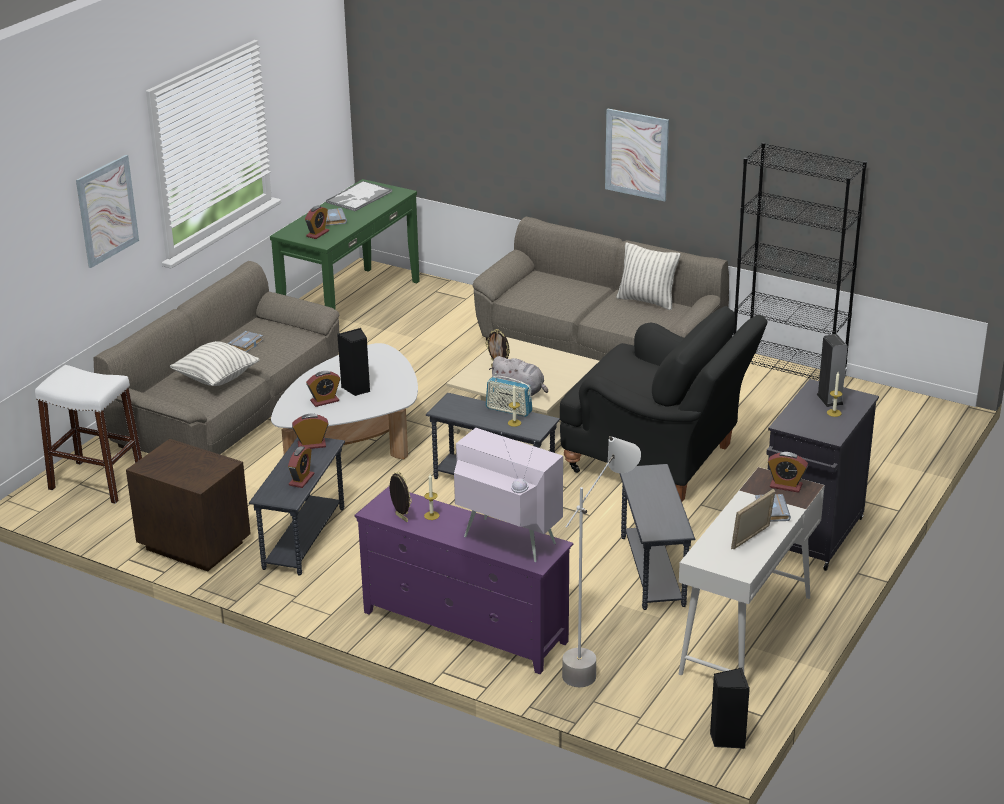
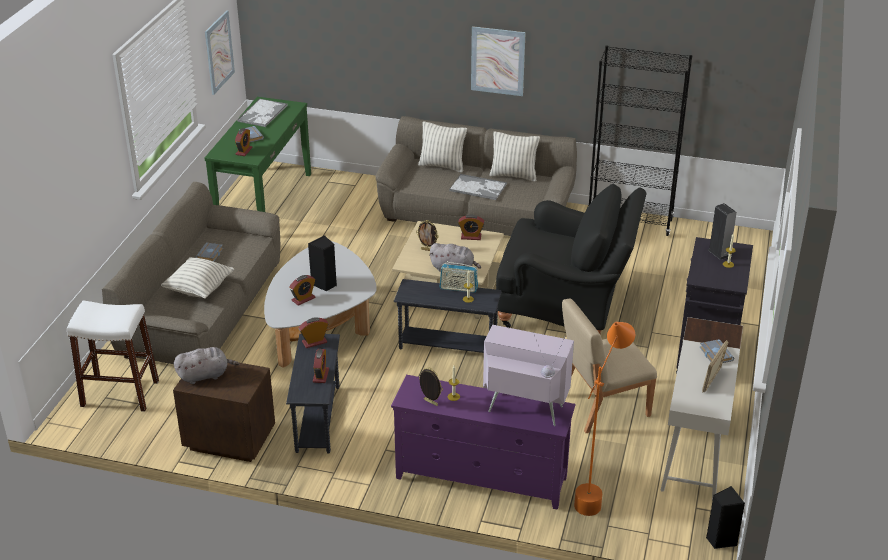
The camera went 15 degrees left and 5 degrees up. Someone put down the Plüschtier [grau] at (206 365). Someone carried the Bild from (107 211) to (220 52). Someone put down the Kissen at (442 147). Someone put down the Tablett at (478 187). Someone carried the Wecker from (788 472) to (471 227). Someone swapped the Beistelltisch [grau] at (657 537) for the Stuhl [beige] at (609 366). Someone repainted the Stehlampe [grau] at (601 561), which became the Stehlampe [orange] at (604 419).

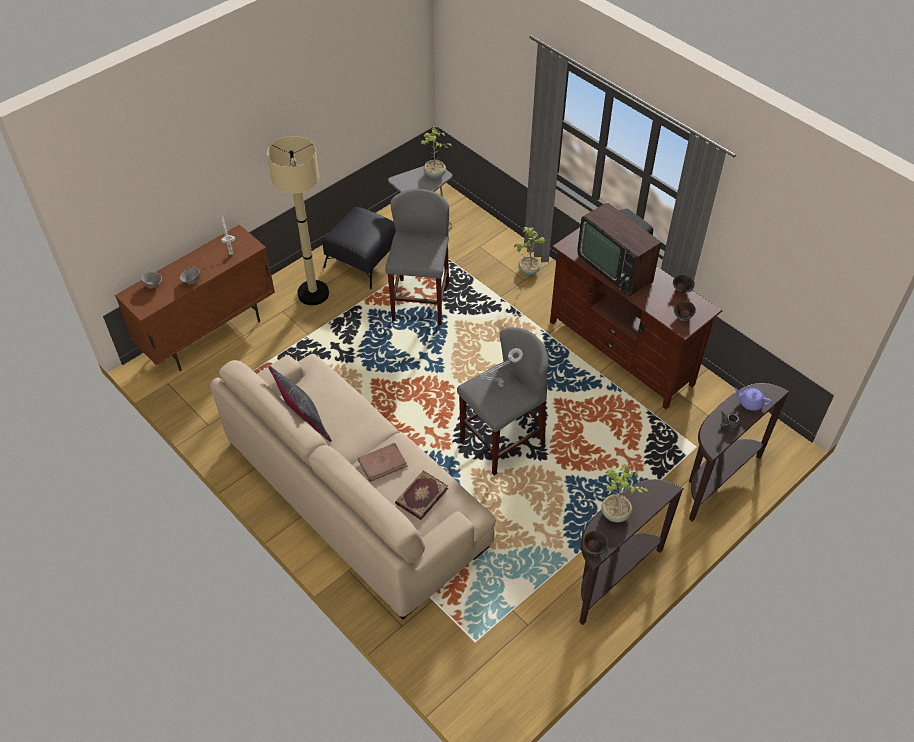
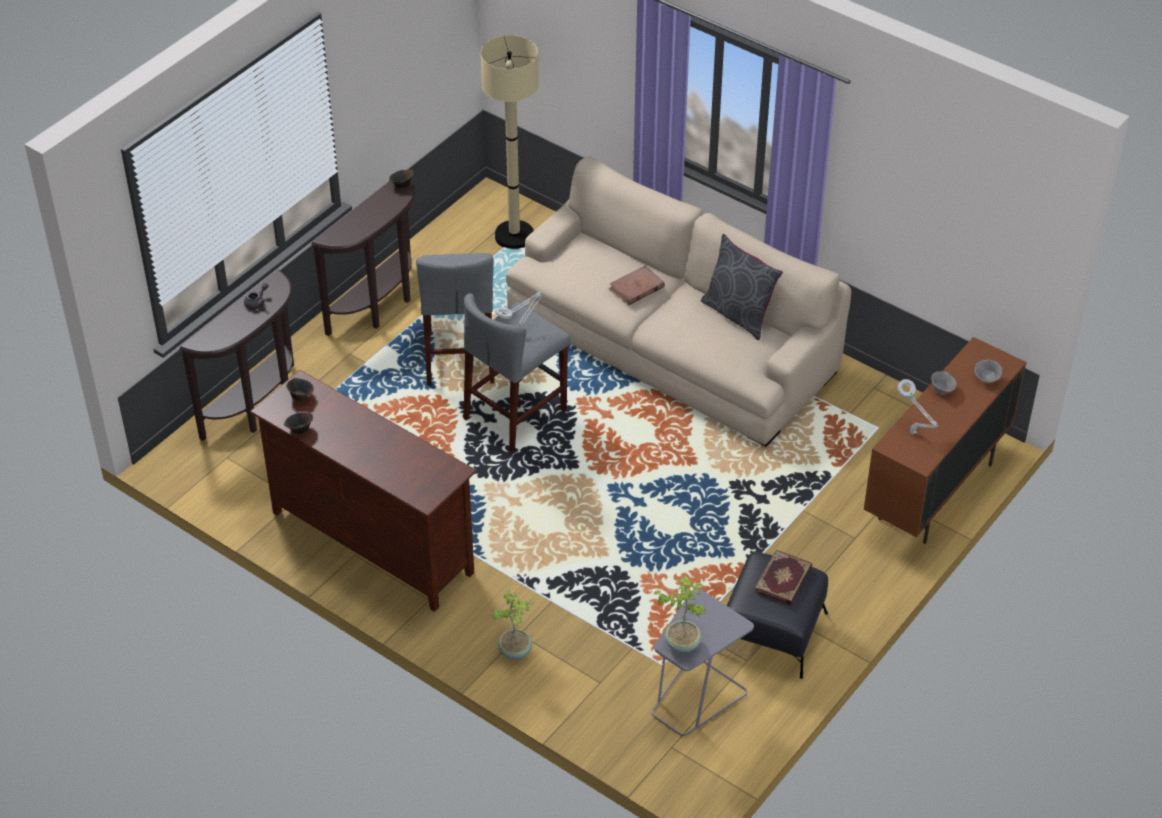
The camera went 170 degrees right and 5 degrees down. Someone carried the Hocker [grau] from (417 257) to (455 319). Someone carried the Stehlampe [beige] from (298 220) to (510 142). Someone carried the Buch from (421 495) to (783 577). Someone took away the Fernseher at (619 250). Someone took away the Topfpflanze at (625 493). Someone took away the Teekanne [lila] at (752 399).

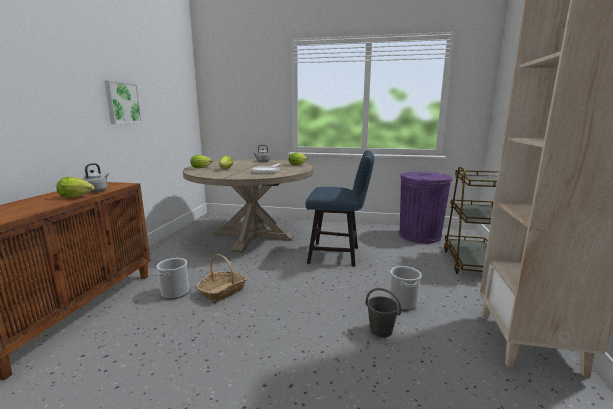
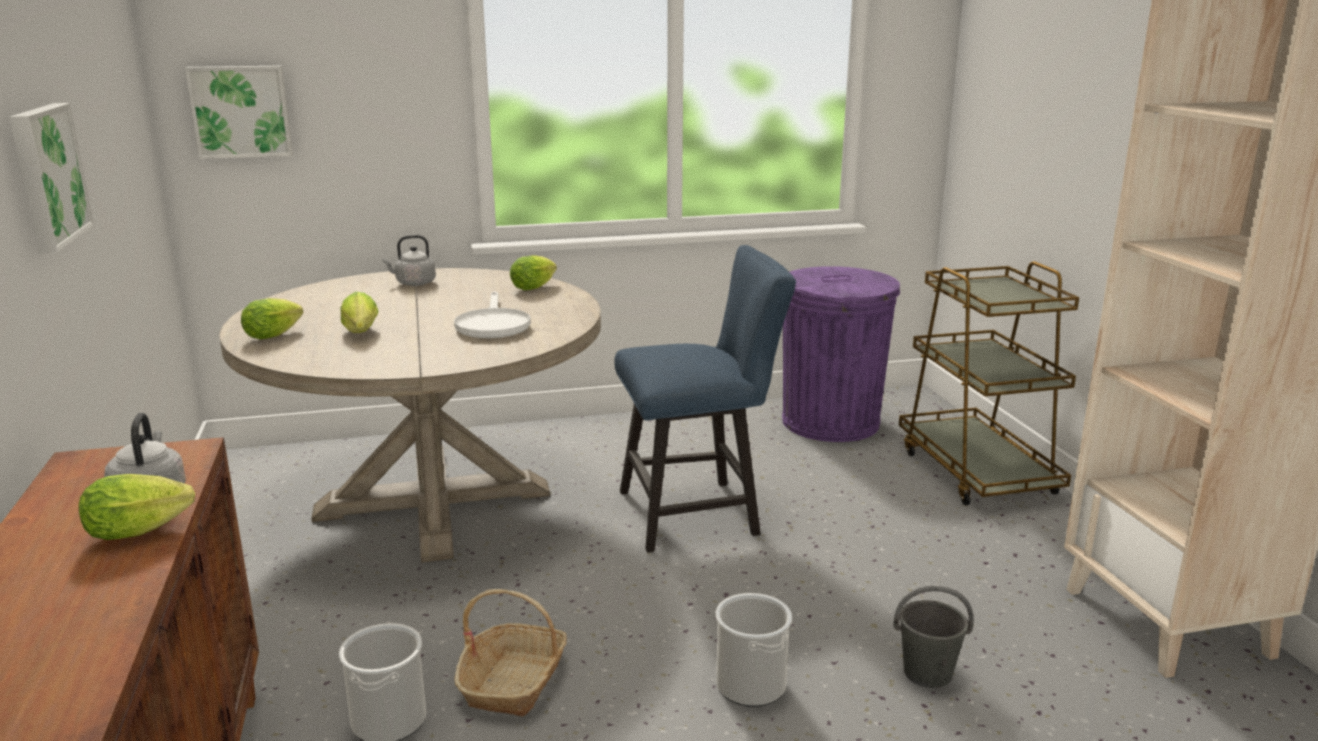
The camera went 25 degrees left and 5 degrees up. Someone put up the Bild at (239 112). Someone carried the Eimer from (405 288) to (754 650).

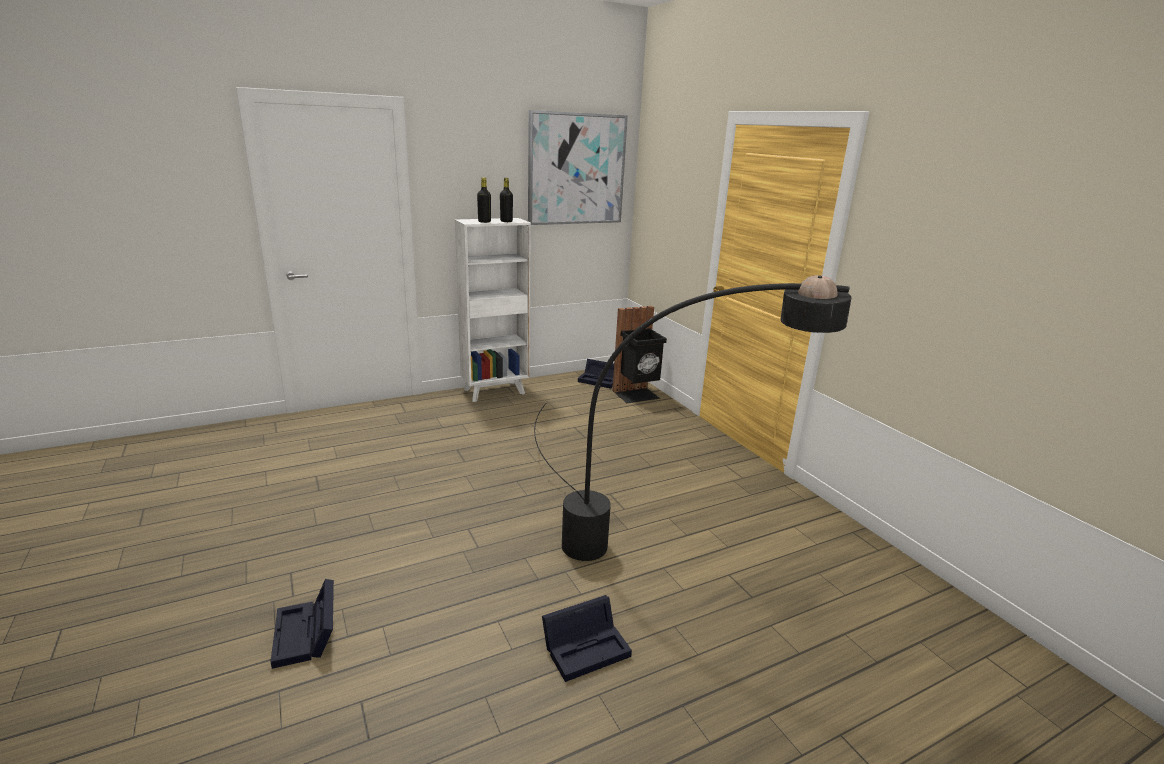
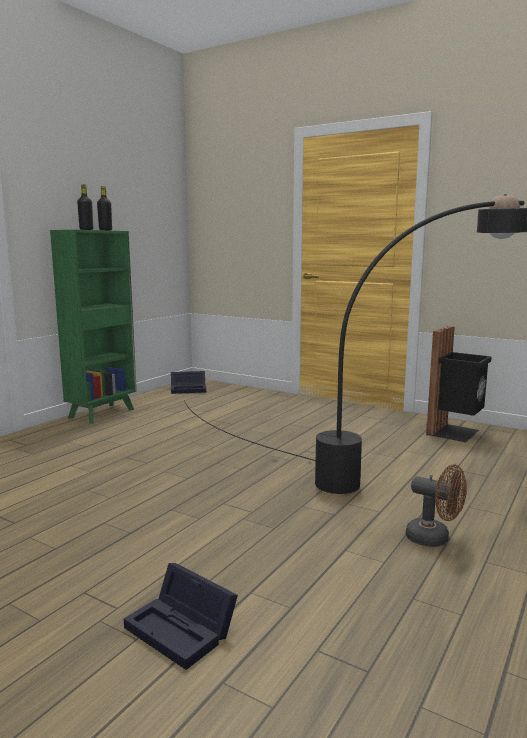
The camera went 30 degrees left and 10 degrees down. Someone repainted the Bücherregal [weiß] at (493 310), which became the Bücherregal [grün] at (93 327). Someone swapped the Aufbewahrungsbox [schwarz] at (587 638) for the Ventilator [braun] at (436 506). Someone carried the Mülleimer [schwarz] from (639 354) to (459 384). Someone took away the Bild at (578 167).

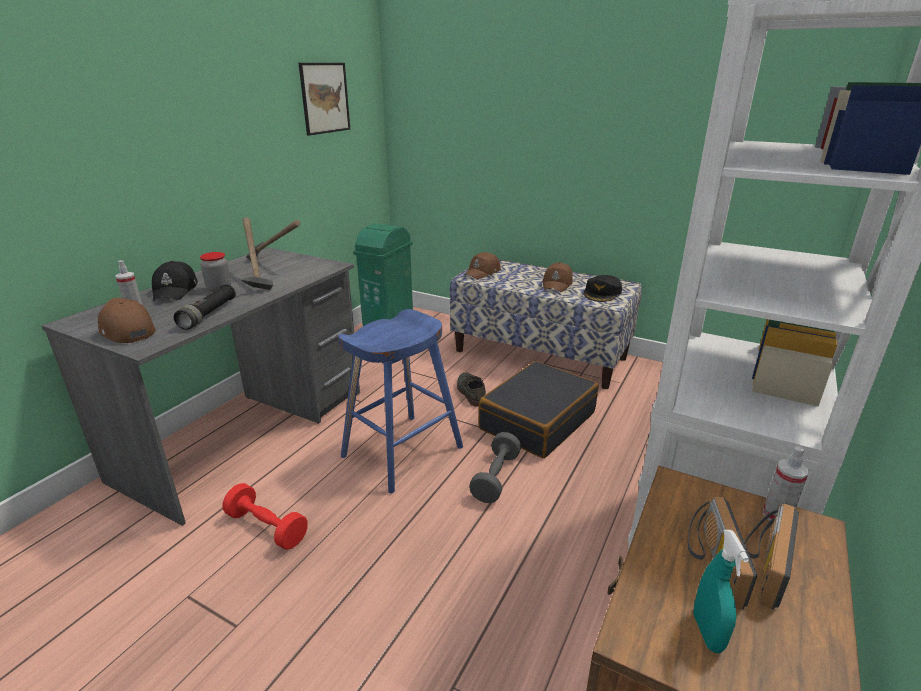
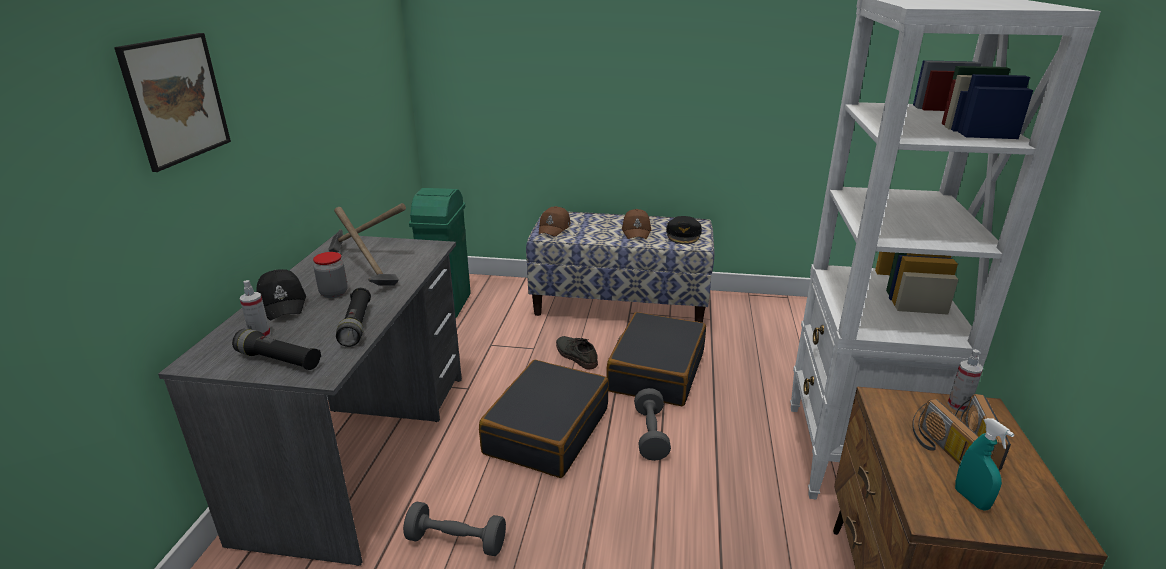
The camera went 20 degrees left and 0 degrees up. Someone carried the Bild from (324 99) to (172 102). Someone swapped the Kappe [braun] at (127 320) for the Taschenlampe [schwarz] at (277 349). Someone repainted the Hantel [rot] at (265 516), which became the Hantel [grau] at (454 529). Someone swapped the Hocker [blau] at (400 401) for the Koffer [schwarz] at (544 419).

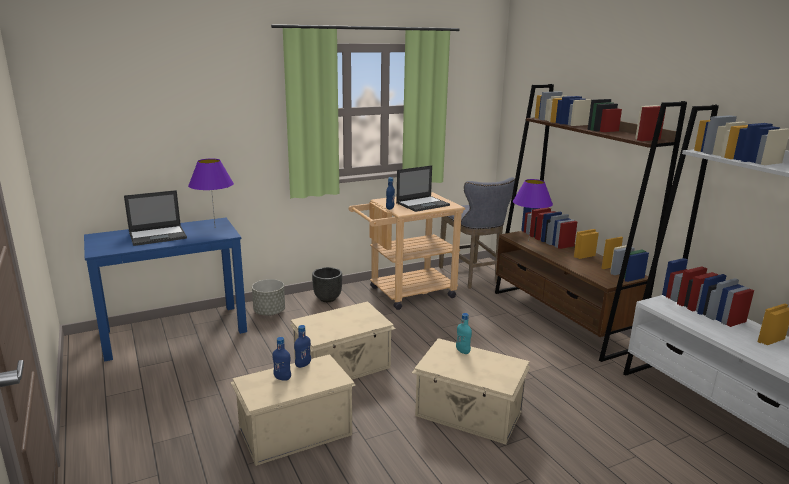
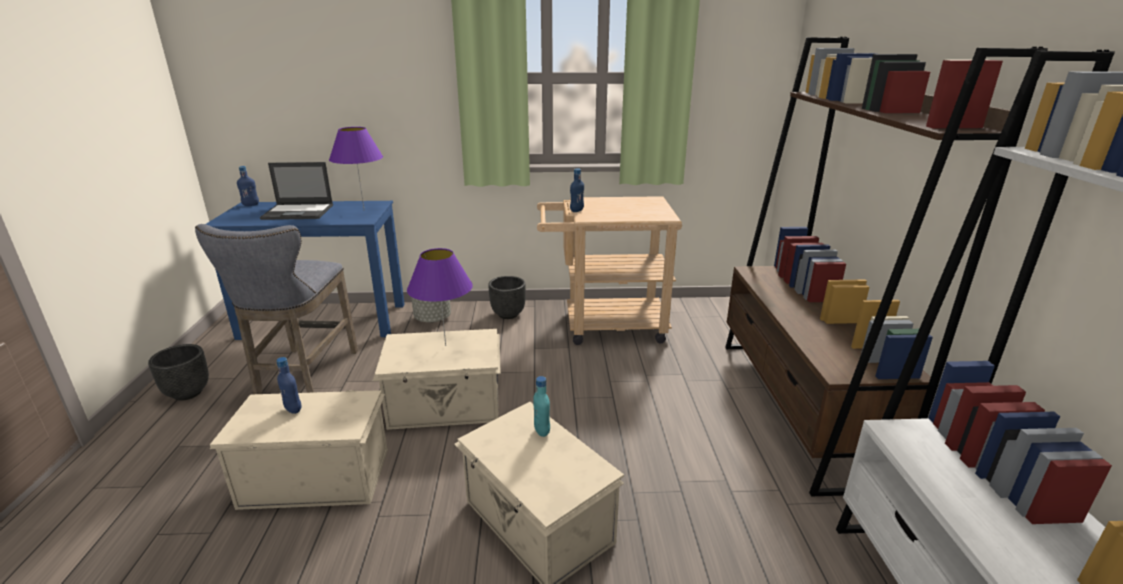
The camera went 25 degrees right and 5 degrees up. Someone put down the Pflanzkübel [schwarz] at (178 372). Someone carried the Hocker [grau] from (477 232) to (276 309). Someone carried the Flasche [blau] from (302 346) to (248 186). Someone carried the Tischlampe [lila] from (533 207) to (440 297). Someone took away the Laptop at (423 188).

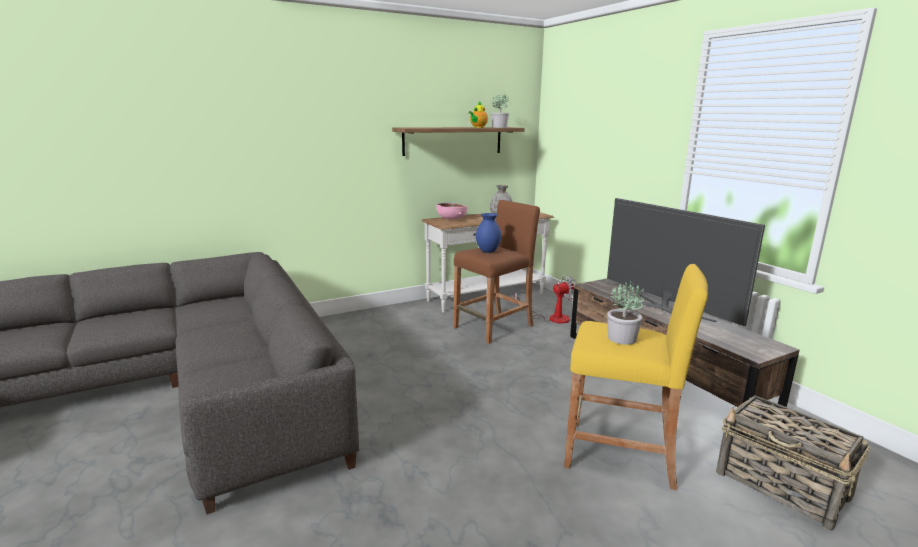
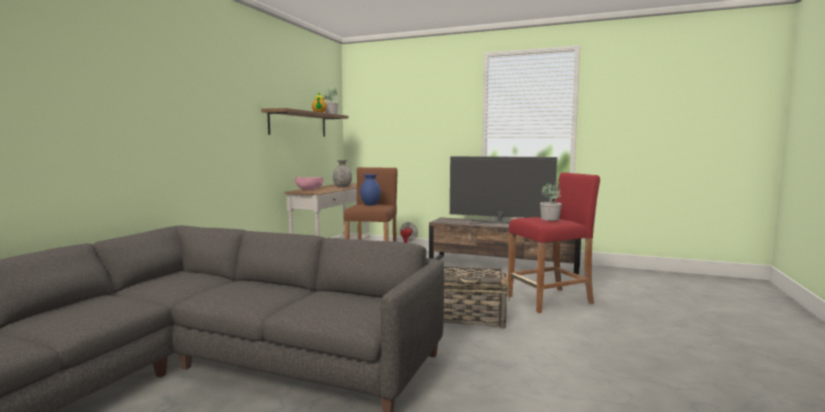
The camera went 40 degrees left and 10 degrees down. Someone carried the Korb from (793 463) to (477 297). Someone repainted the Hocker [gelb] at (636 377), which became the Hocker [rot] at (553 242).

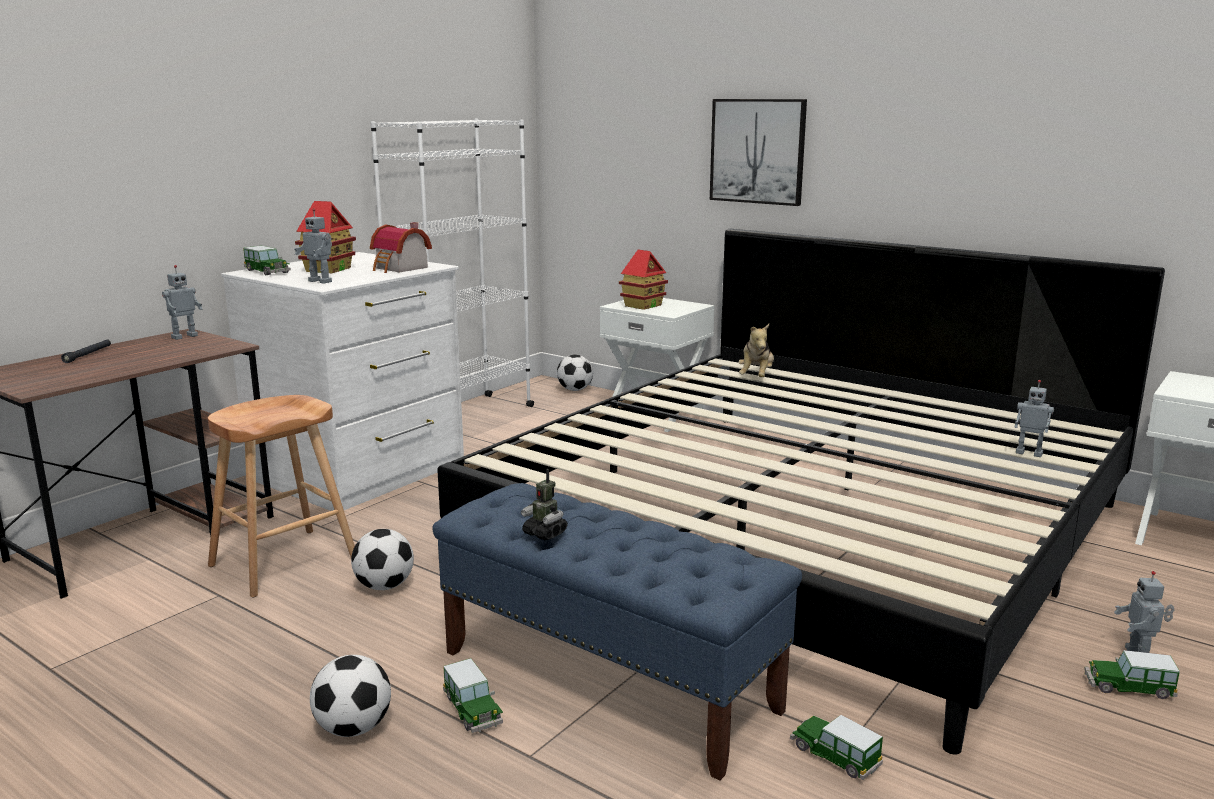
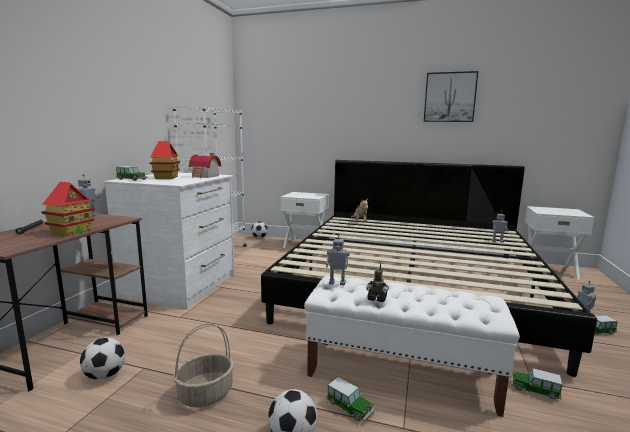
The camera went 20 degrees left and 5 degrees down. Someone carried the Spielzeughaus from (643 280) to (68 209). Someone carried the Fußball from (382 559) to (102 358). Someone put down the Korb at (203 365). Someone repainted the Bank [blau] at (617 632), which became the Bank [weiß] at (412 346). Someone carried the Spielzeugroboter from (313 245) to (338 259). Someone carried the Bild from (758 152) to (451 96). Someone took away the Hocker [braun] at (281 496).

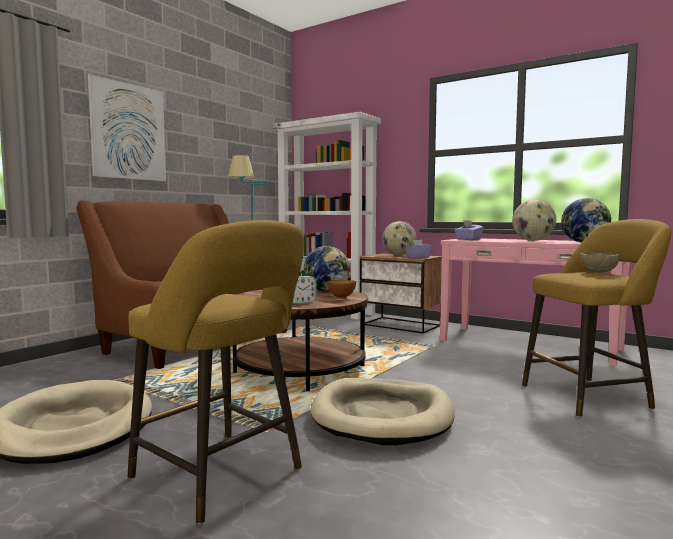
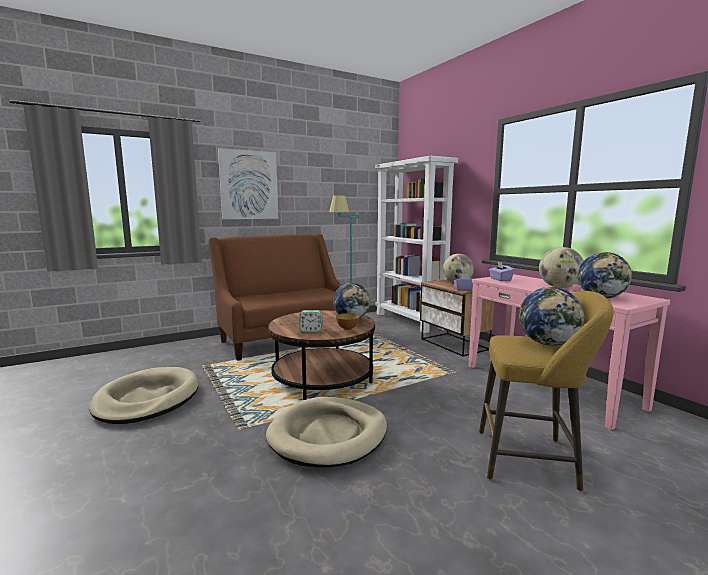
The camera went 25 degrees right and 5 degrees up. Someone swapped the Schüssel [beige] at (600 263) for the Globus at (552 316). Someone took away the Hocker [gelb] at (216 372).

